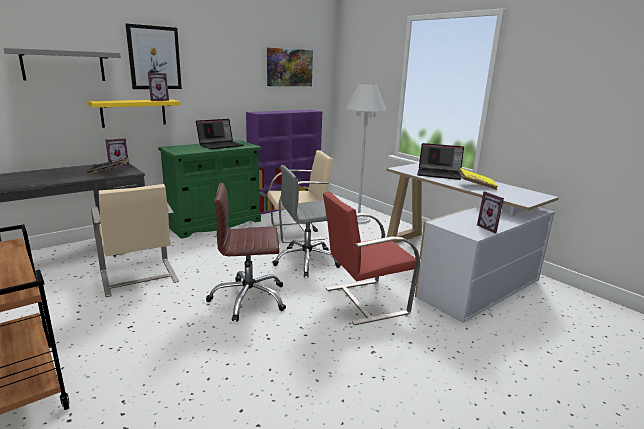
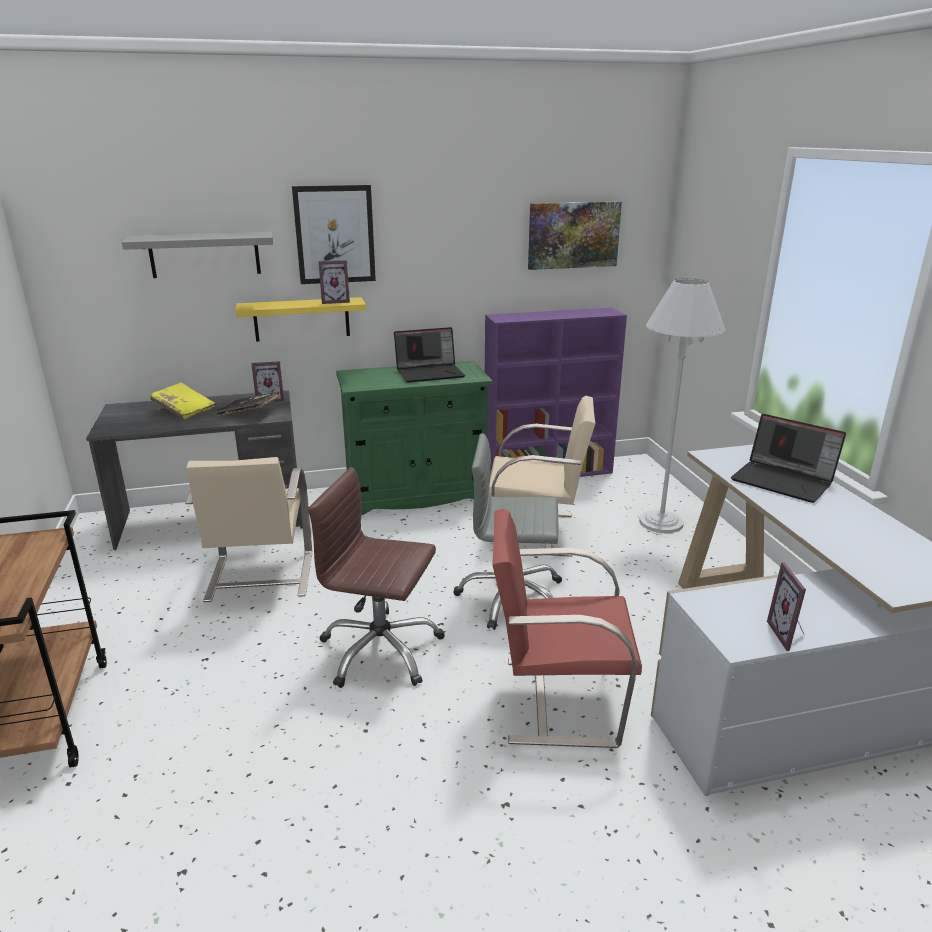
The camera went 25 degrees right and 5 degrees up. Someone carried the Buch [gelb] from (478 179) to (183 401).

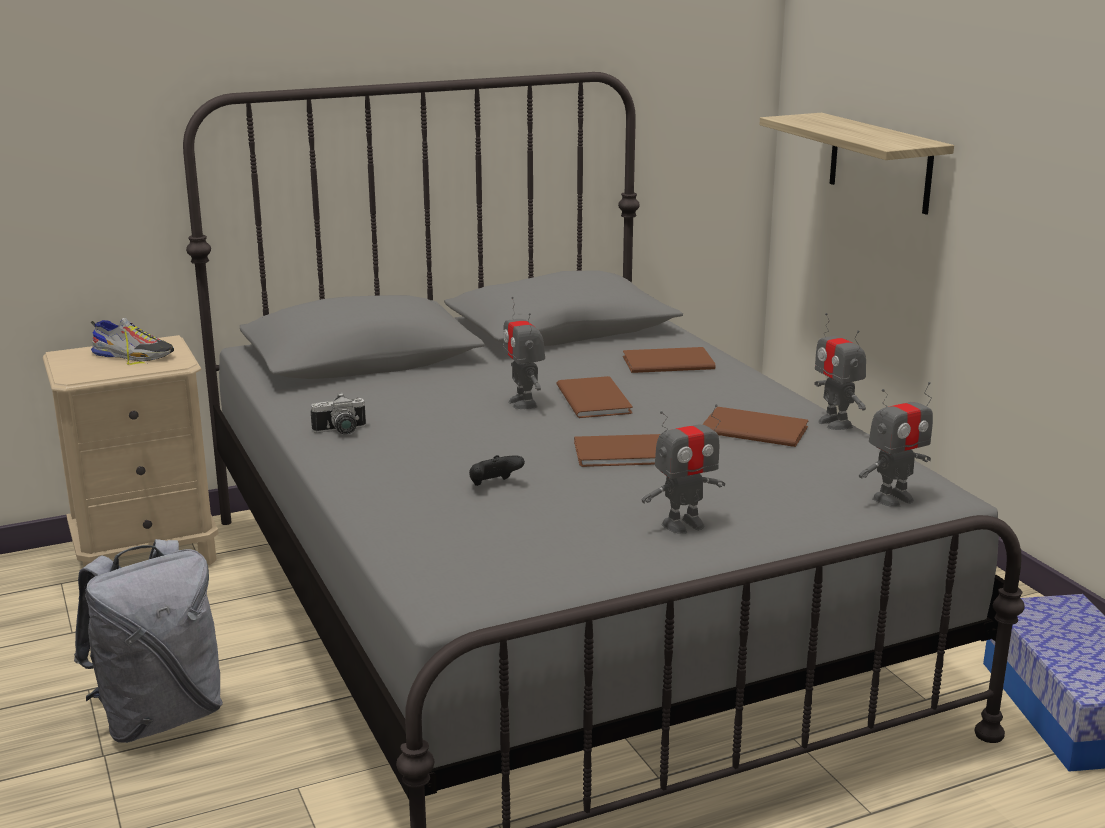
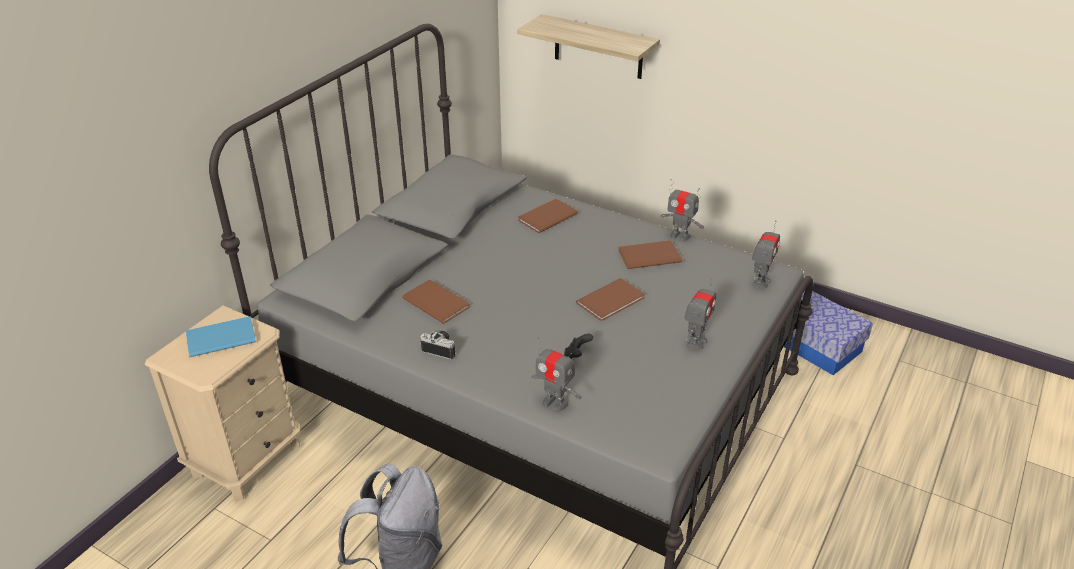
The camera went 35 degrees left and 15 degrees up. Someone swapped the Schuh at (132 341) for the Buch [blau] at (221 336). Someone carried the Buch [braun] from (595 397) to (436 302). Someone rotated the Kamera at (338 414) by 105 degrees counterclockwise. Someone carried the Spielzeugroboter from (524 353) to (556 374).

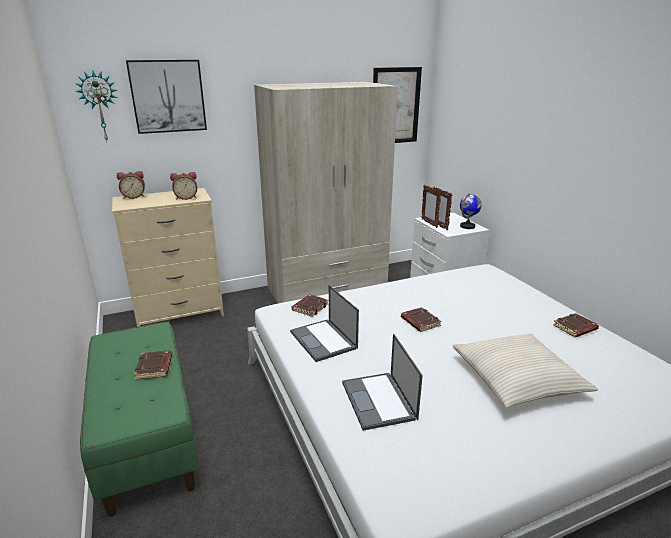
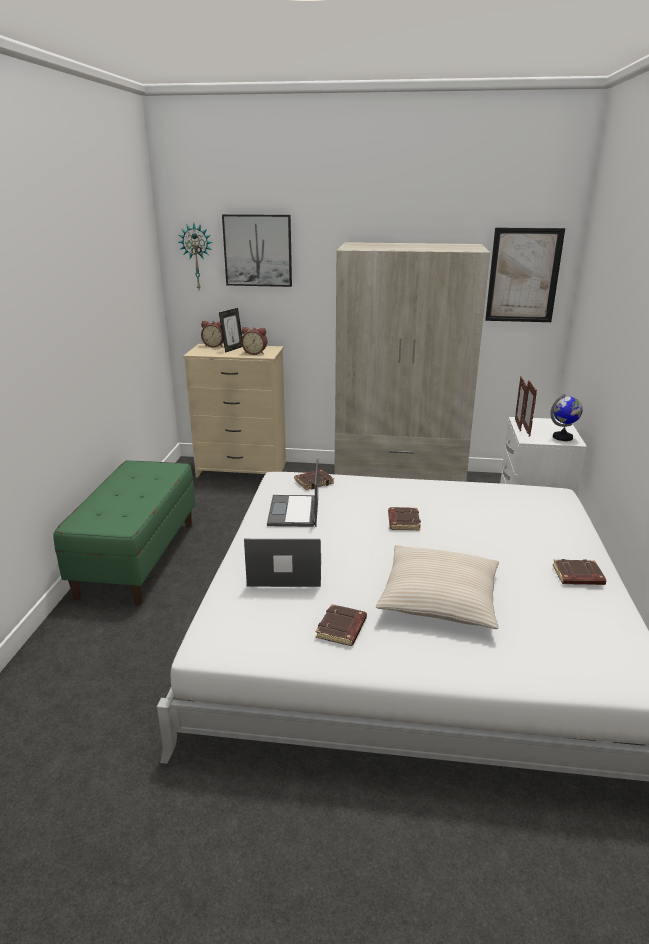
The camera went 30 degrees right and 0 degrees up. Someone put down the Bilderrahmen at (230 330). Someone rotated the Laptop at (382 382) by 75 degrees clockwise. Someone carried the Buch [braun] from (153 365) to (341 625).

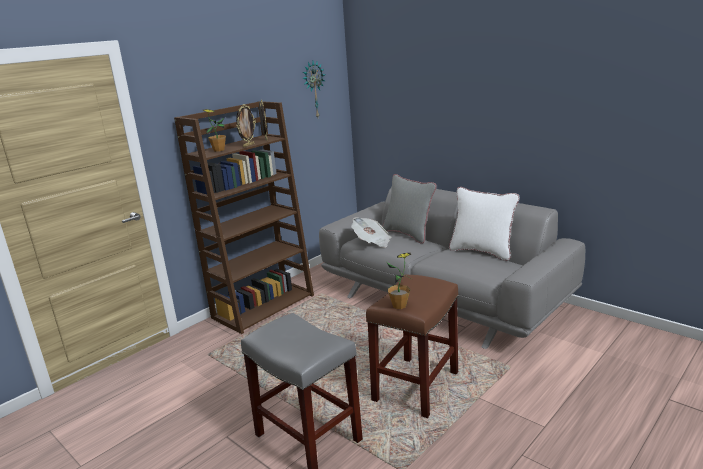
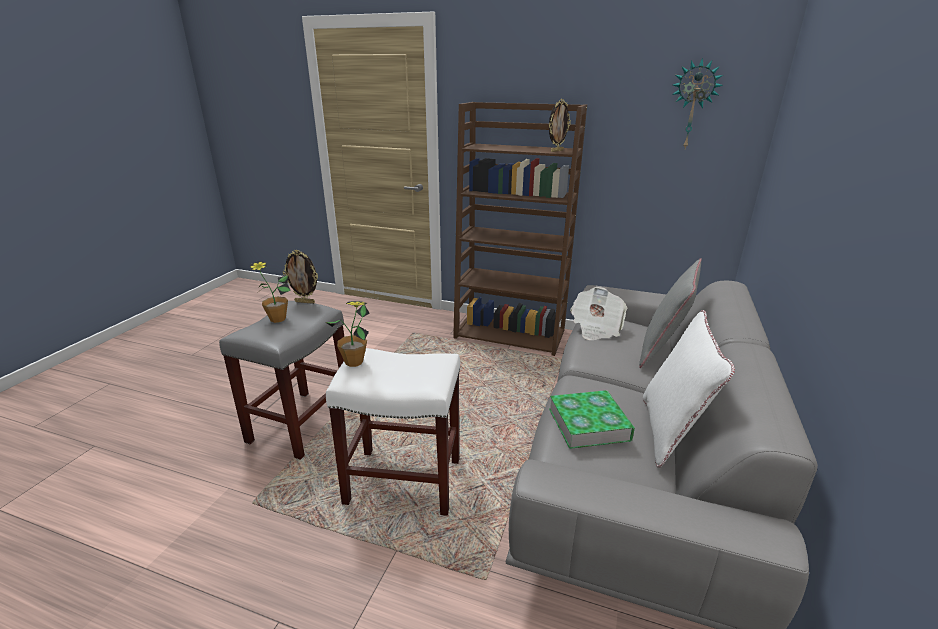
The camera went 65 degrees right and 5 degrees up. Someone carried the Topfpflanze from (214 130) to (270 292). Someone carried the Bilderrahmen from (246 125) to (300 277). Someone repainted the Hocker [braun] at (412 346), which became the Hocker [weiß] at (393 432). Someone put down the Buch at (592 419).

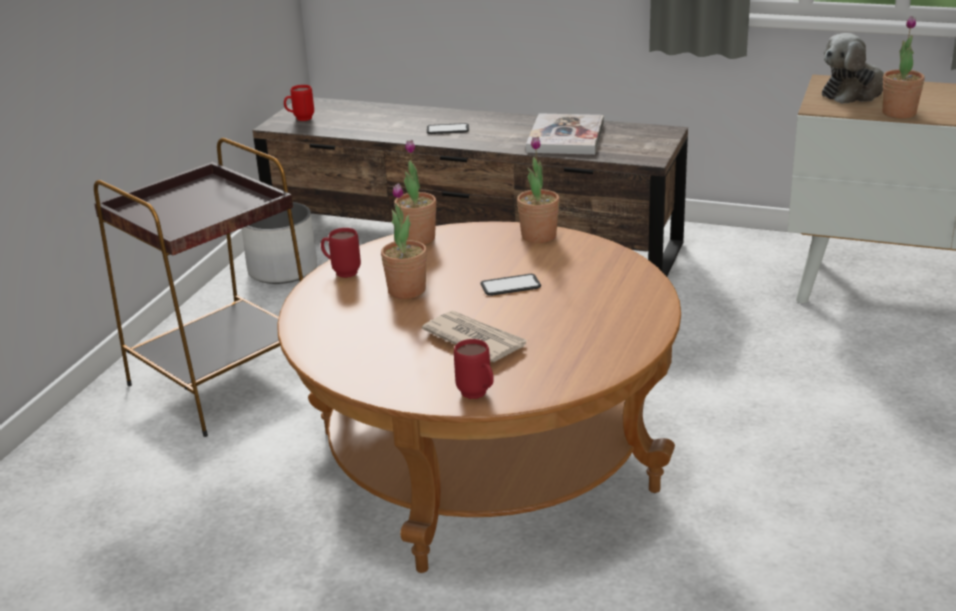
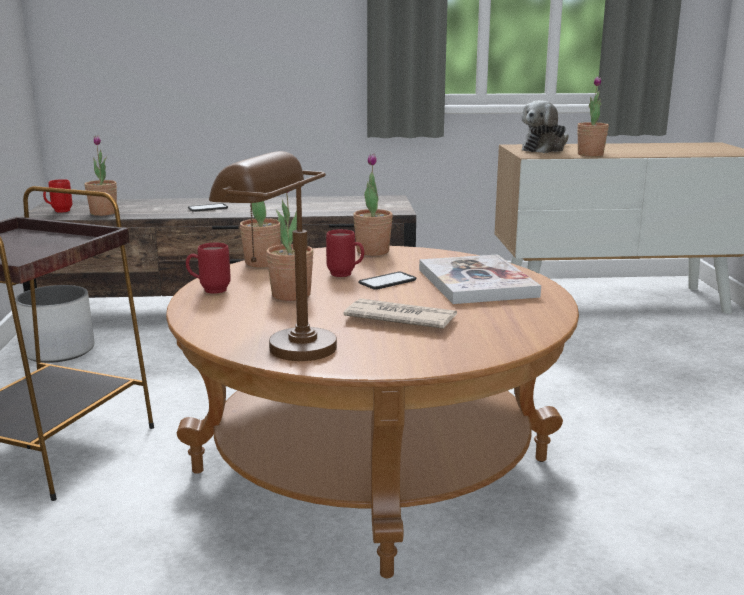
The camera went 25 degrees left and 10 degrees down. Someone put down the Topfpflanze at (101 176). Someone put down the Tischlampe [braun] at (273 256). Someone carried the Henkelbecher [rot] from (474 369) to (345 253). Someone carried the Buch from (565 134) to (480 279).

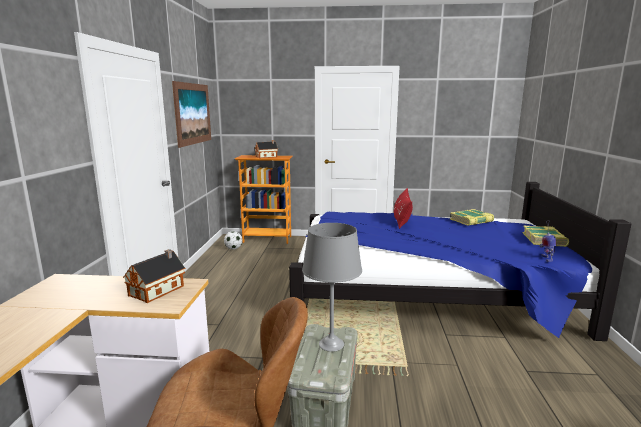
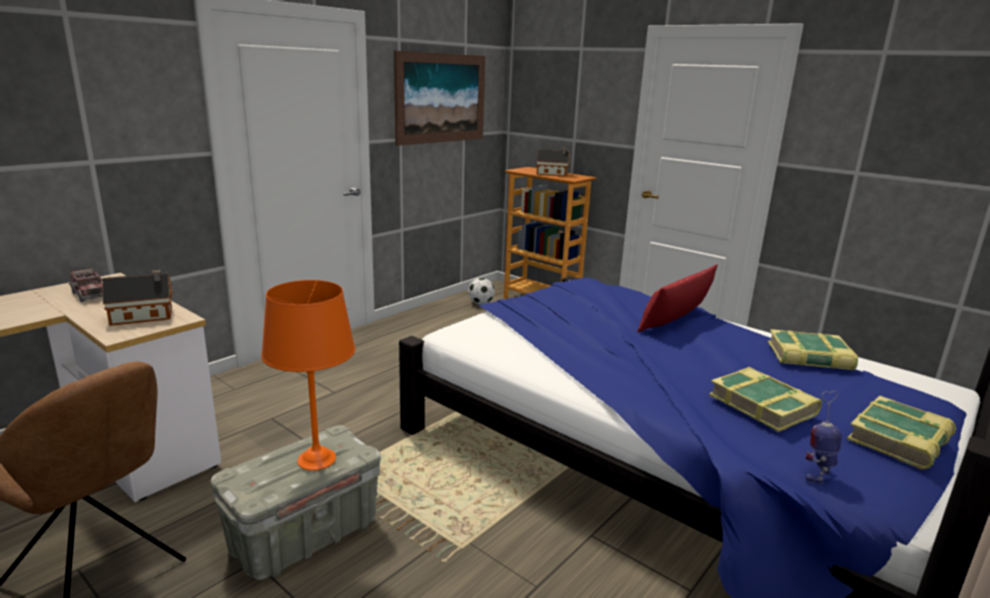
The camera went 35 degrees right and 5 degrees up. Someone put down the Spielzeuglaster at (86 284). Someone repainted the Tischlampe [grau] at (332 287), which became the Tischlampe [orange] at (308 375). Someone put down the Buch at (765 399).

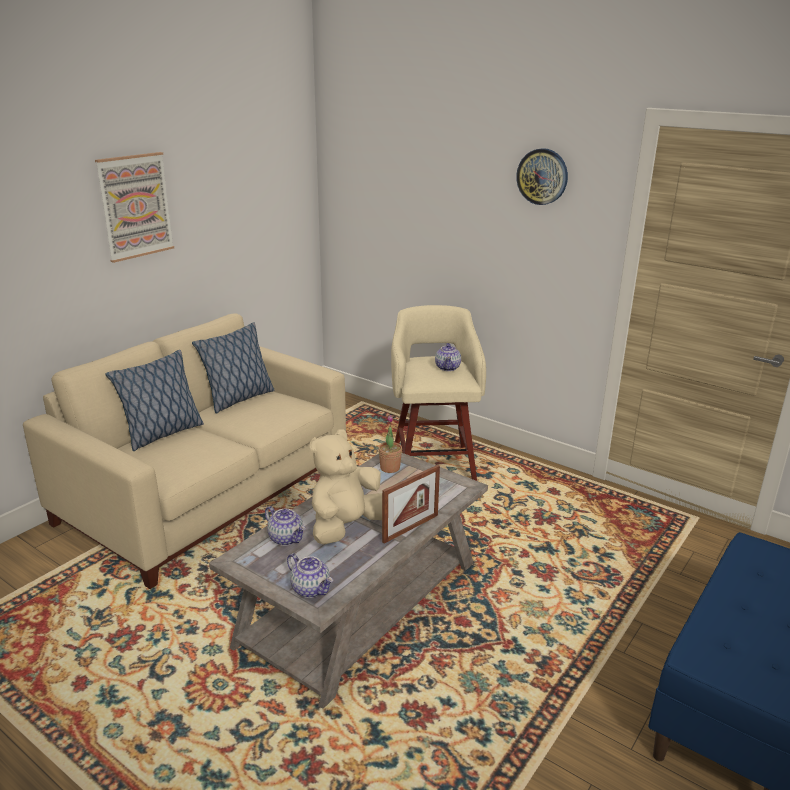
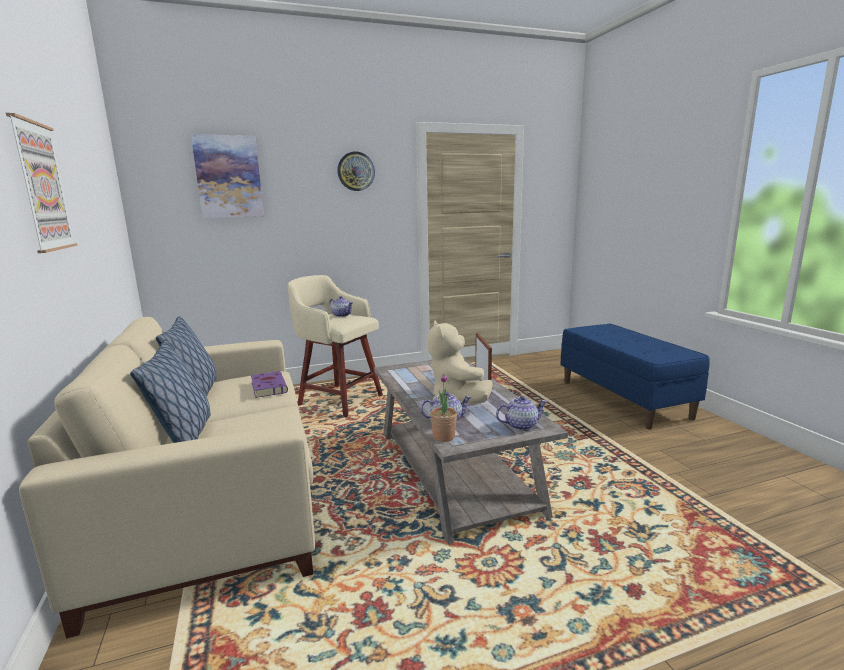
The camera went 55 degrees left and 10 degrees down. Someone put up the Bild at (227 176). Someone put down the Buch [lila] at (269 384). Someone carried the Topfpflanze from (390 444) to (443 408).

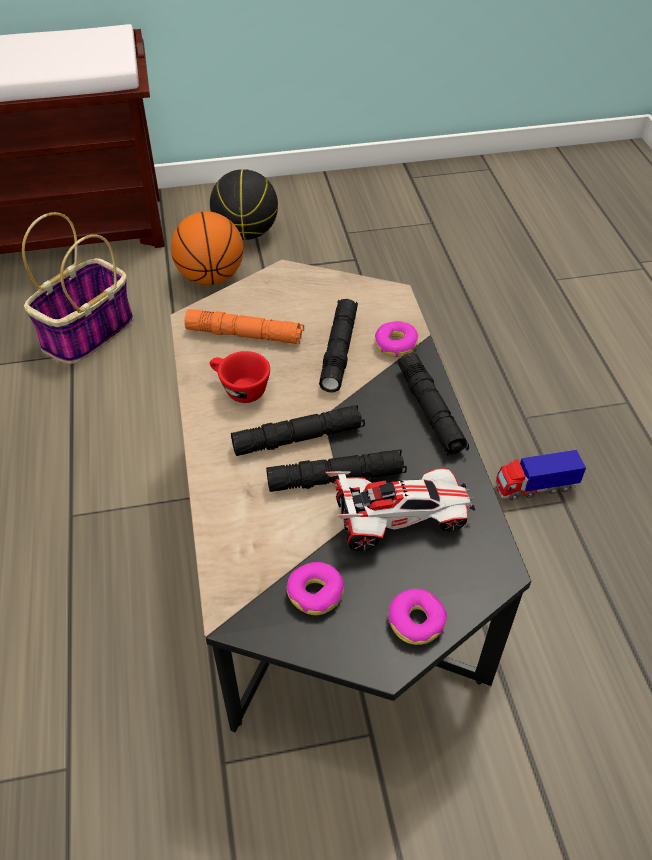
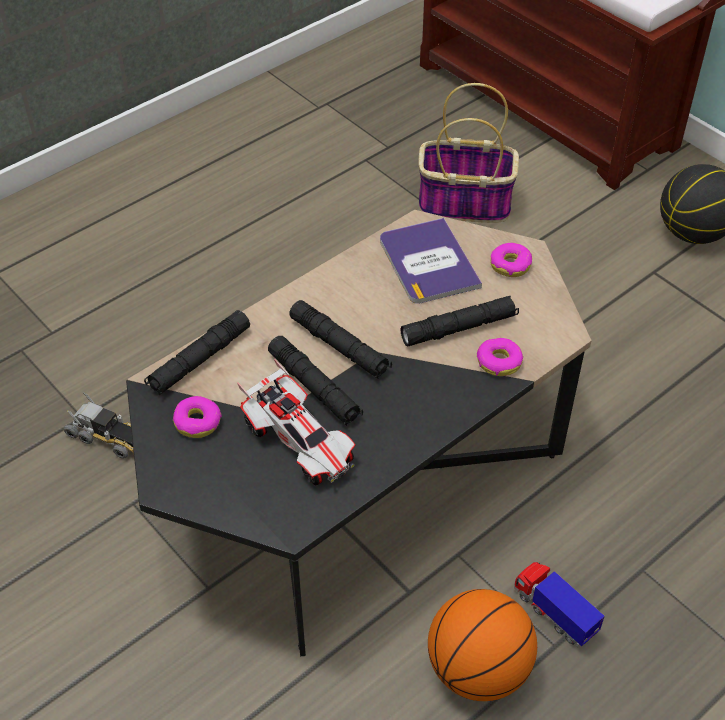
The camera went 60 degrees right and 0 degrees up. Someone put down the Spielzeuglaster at (99 425). Someone carried the Taschenlampe [schwarz] from (433 404) to (197 352). Someone swapped the Taschenlampe [orange] at (244 326) for the Buch at (431 261). Someone carried the Basketball from (207 248) to (482 645). Someone carried the Donut from (417 617) to (511 260). Someone took away the Tasse [rot] at (240 377).

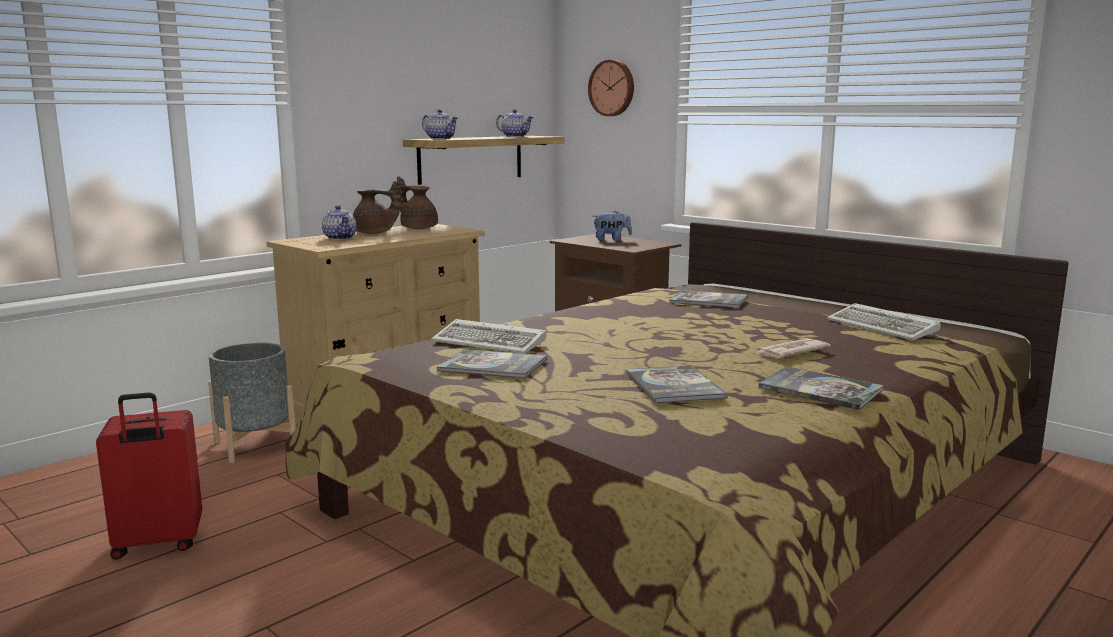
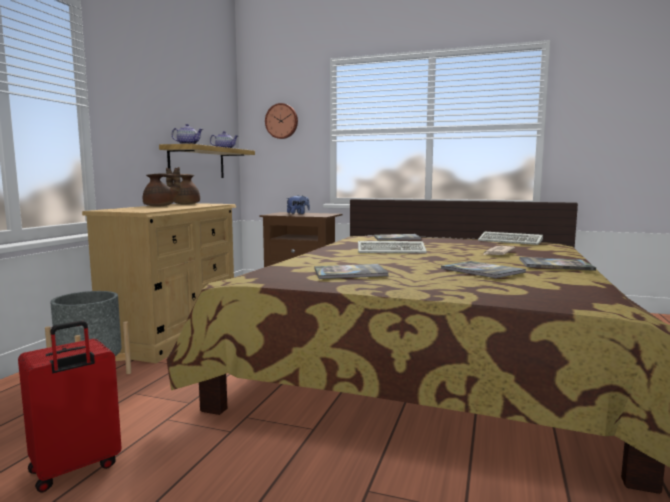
The camera went 25 degrees left and 5 degrees down. Someone carried the Tastatur from (489 336) to (392 247). Someone took away the Teekanne at (339 222).

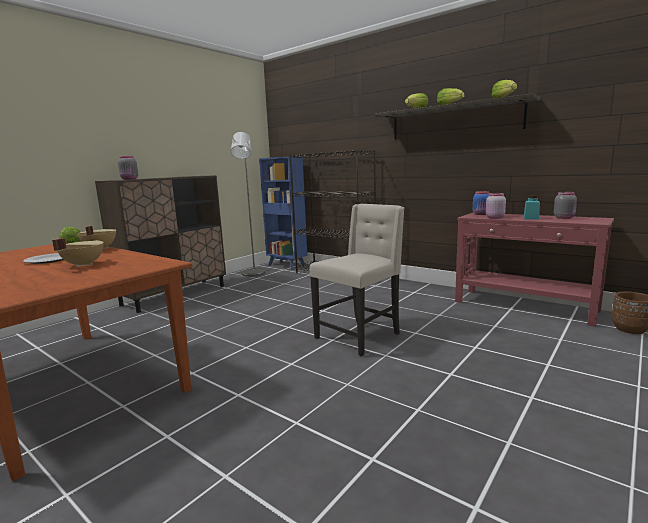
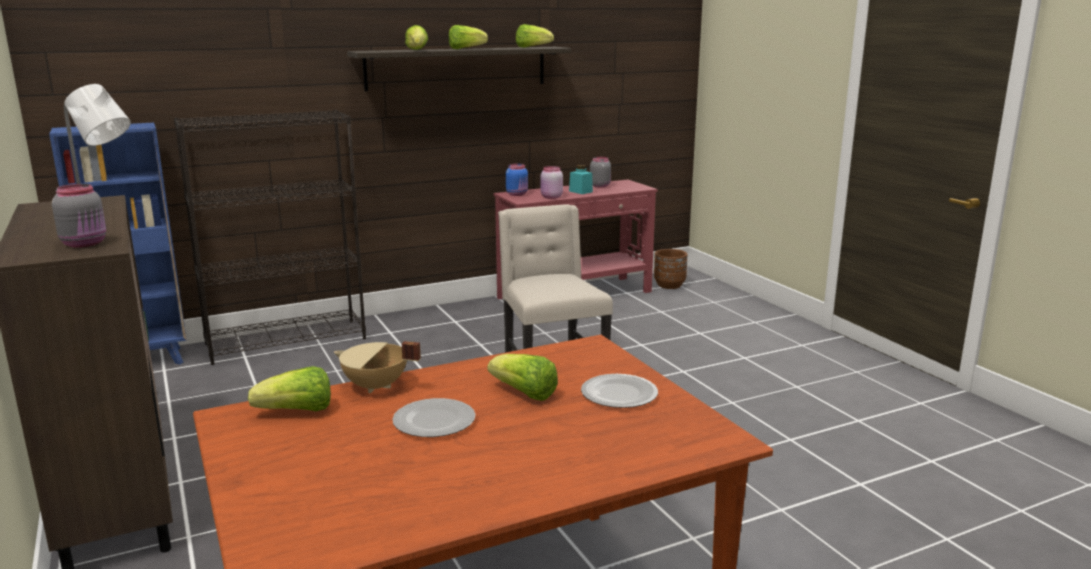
The camera went 65 degrees left and 5 degrees up. Someone swapped the Kochtopf [beige] at (78 252) for the Salatkopf at (523 377). Someone put down the Teller at (619 391).

